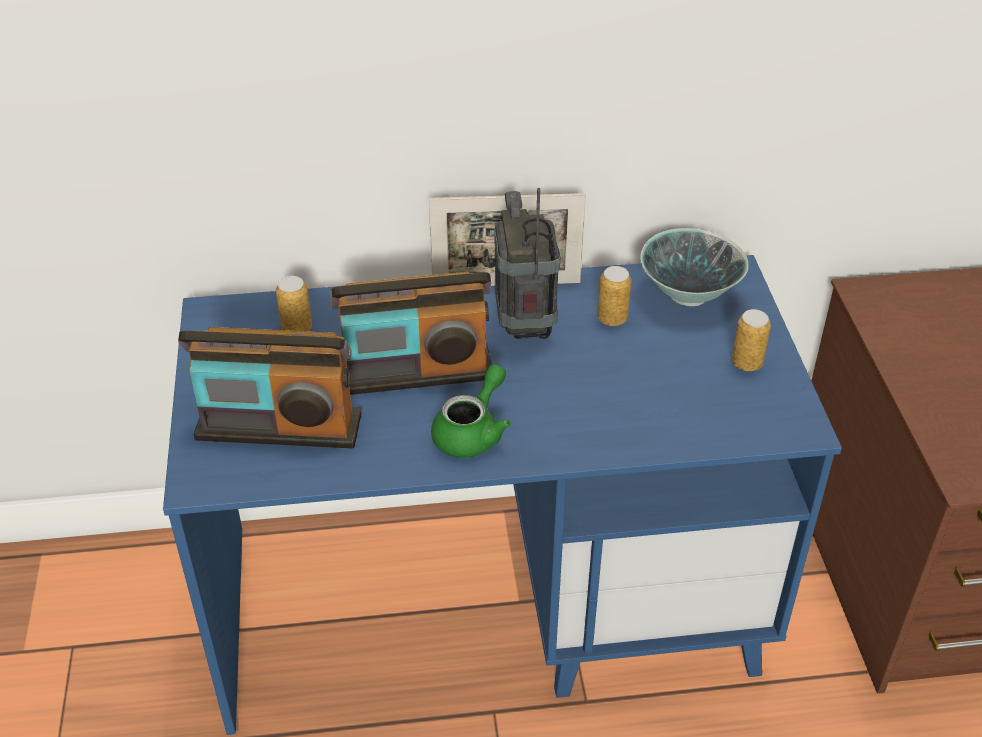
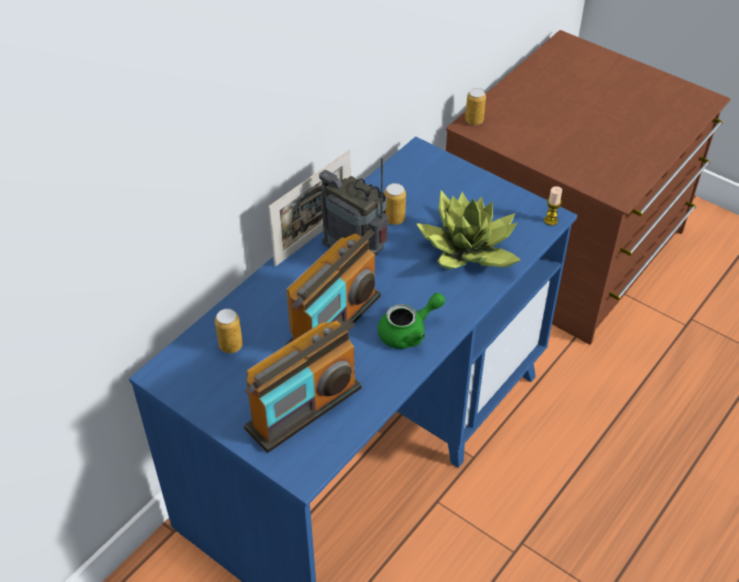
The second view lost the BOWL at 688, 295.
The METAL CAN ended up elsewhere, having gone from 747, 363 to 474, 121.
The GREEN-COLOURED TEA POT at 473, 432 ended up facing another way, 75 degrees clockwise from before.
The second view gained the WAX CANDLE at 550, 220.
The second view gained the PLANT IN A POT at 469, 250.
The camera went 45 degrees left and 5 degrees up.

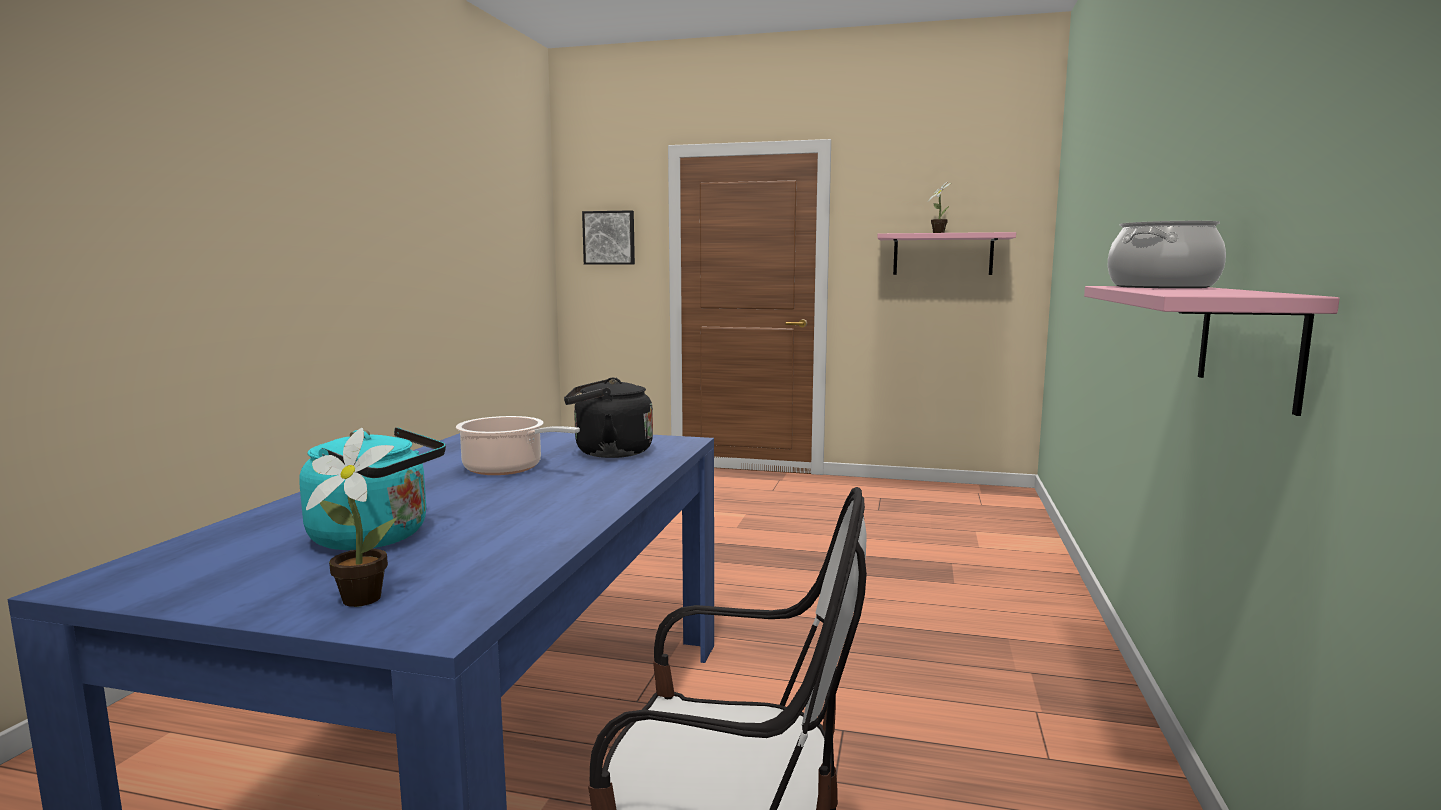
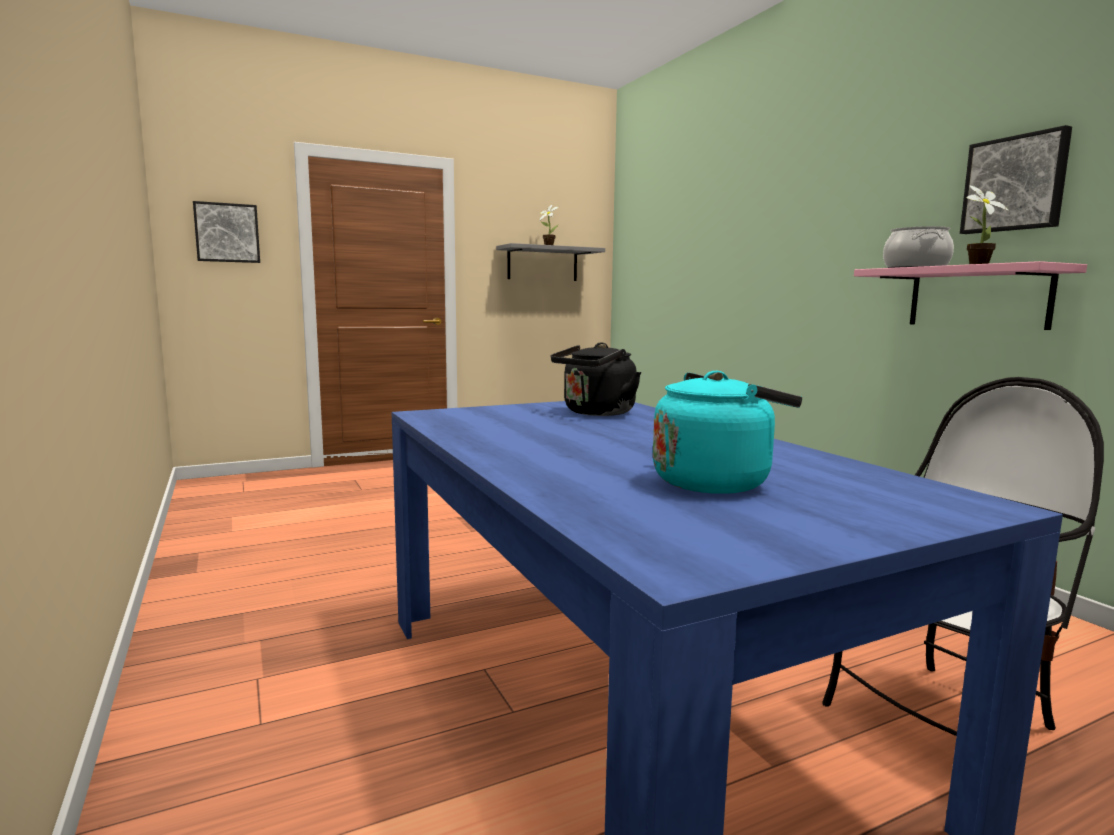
What was the PINK-COLOURED SHELF at 942, 254 turned into the GREYISH SHELF at 542, 264.
The second view lost the SAUCEPOT at 507, 469.
The PLANT IN A POT ended up elsewhere, having gone from 358, 597 to 975, 264.
The second view gained the PICTURE at 1015, 184.
The camera went 40 degrees left and 0 degrees up.

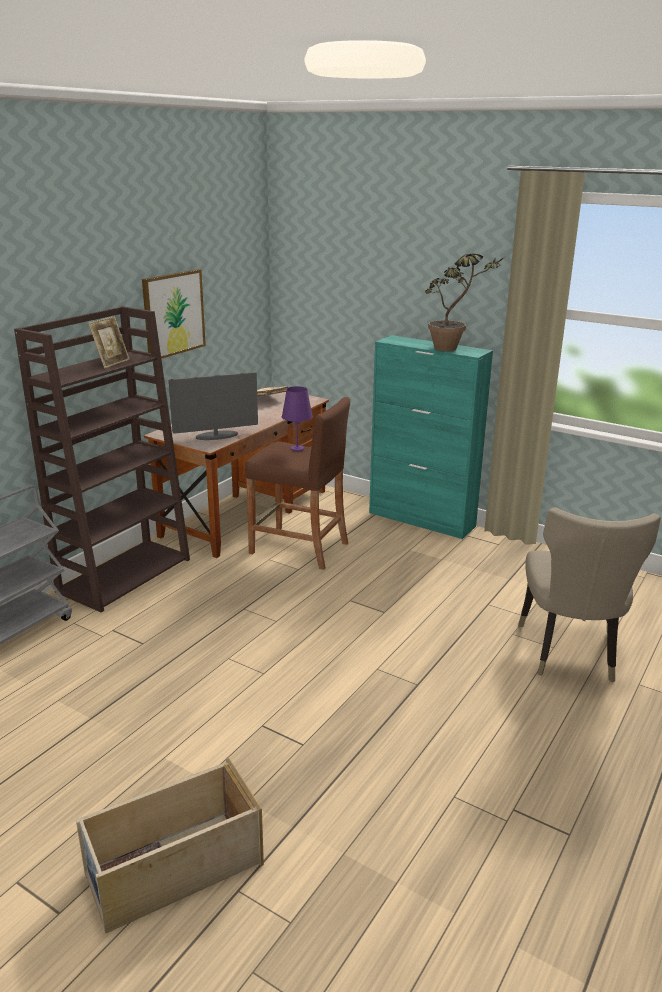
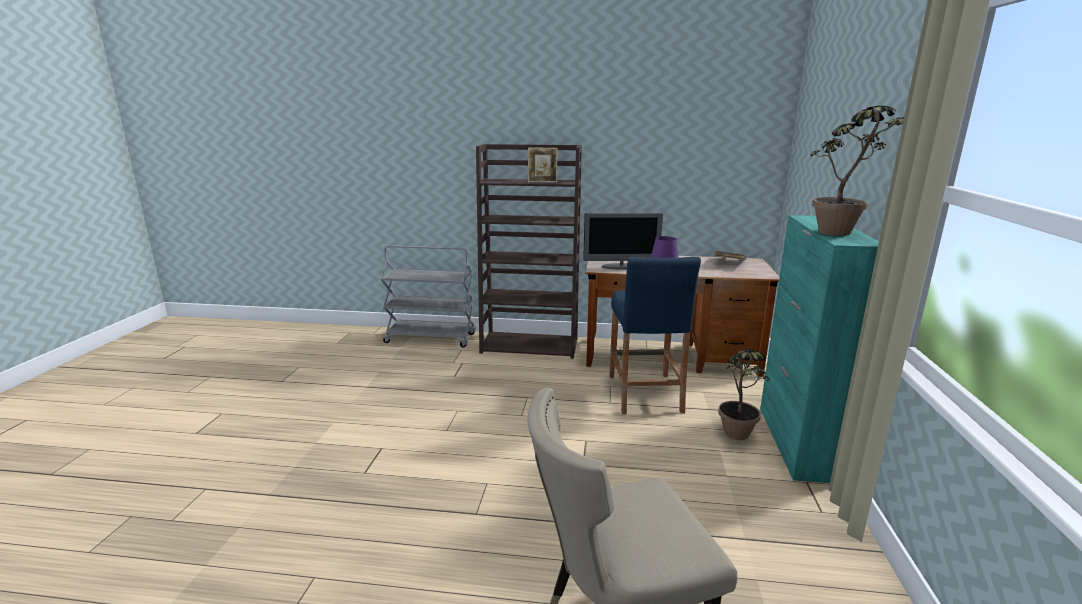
The second view lost the PICTURE at 173, 314.
The COMPUTER DISPLAY at 216, 436 ended up facing another way, 135 degrees clockwise from before.
What was the BROWNISH STOOL at 299, 548 turned into the BLUE-COLOURED STOOL at 644, 393.
The second view lost the BEIGE STORAGE BOX at 173, 869.
The second view gained the PLANT IN A POT at 736, 438.
The camera went 65 degrees right and 5 degrees down.

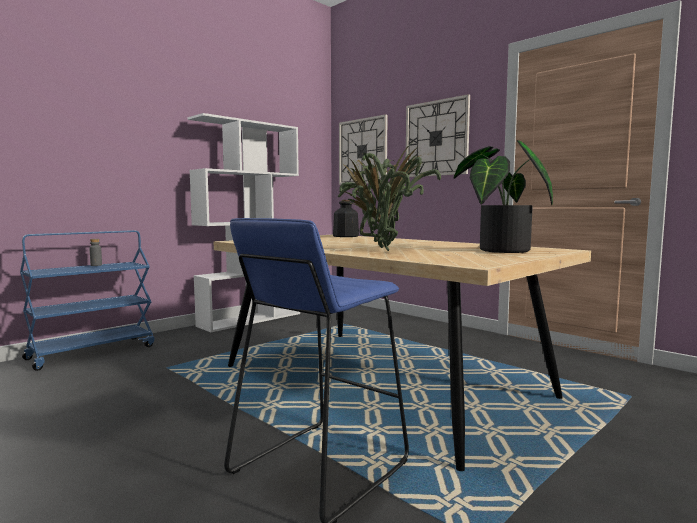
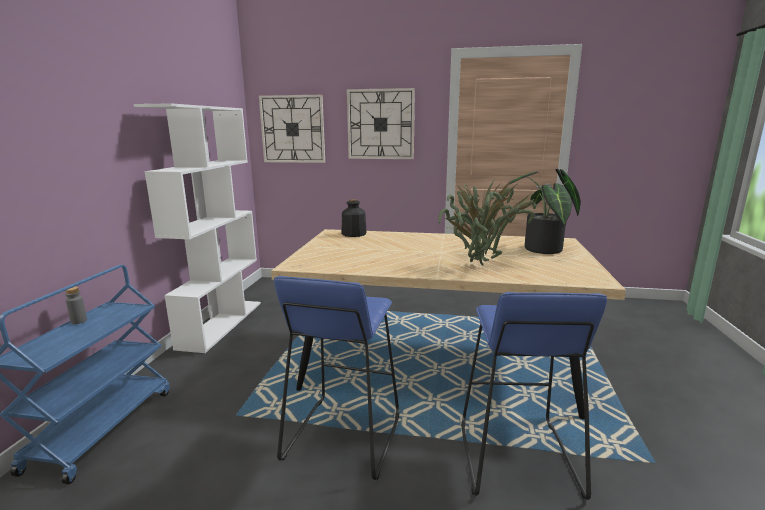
The second view gained the BLUE-COLOURED STOOL at 342, 437.
The camera went 35 degrees left and 10 degrees up.

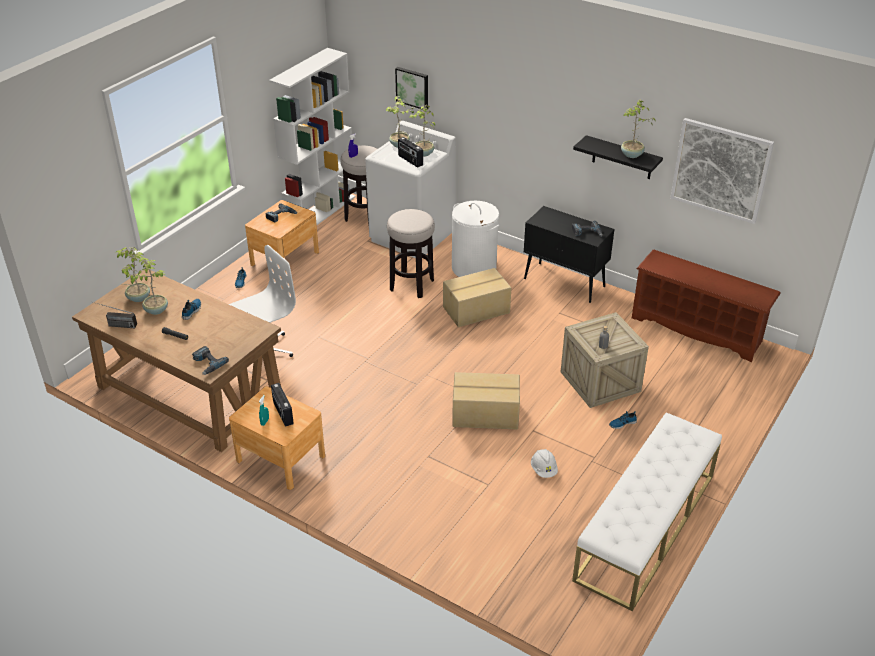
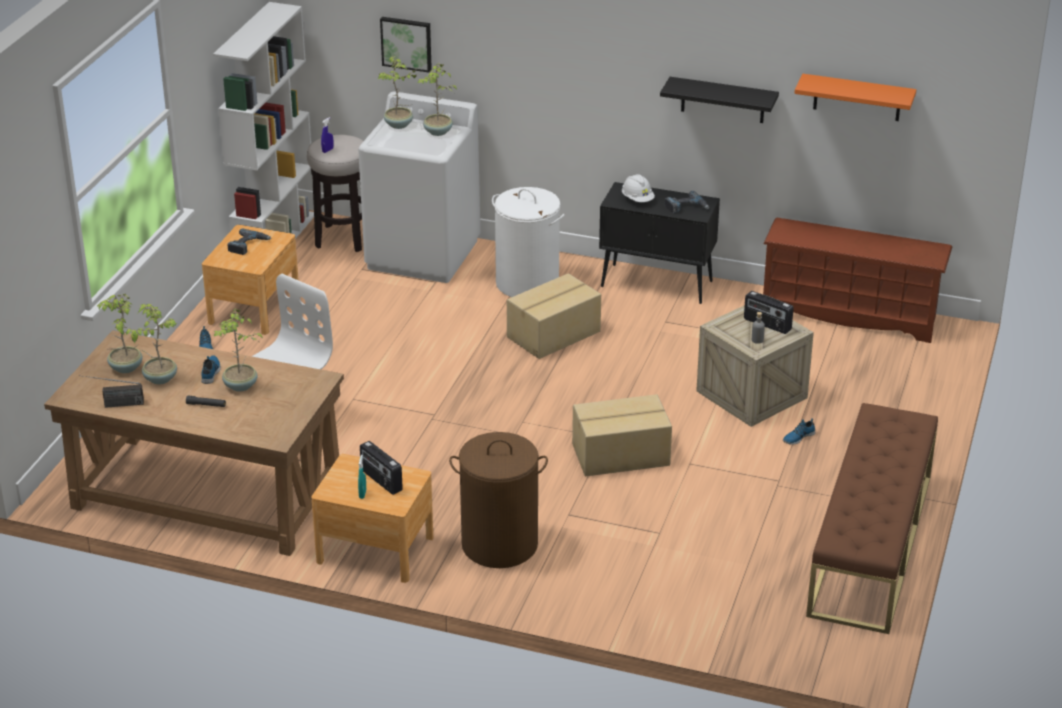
The PLANT IN A POT ended up elsewhere, having gone from 631, 155 to 240, 386.
Where the PICTURE hung at 720, 170, the ORANGE SHELF came to hang at 857, 98.
The RADIO ended up elsewhere, having gone from 410, 160 to 767, 325.
The second view lost the STOOL at 412, 285.
The second view lost the DRILL at 207, 364.
What was the WHITISH LONG SEAT at 645, 527 turned into the BROWNISH LONG SEAT at 871, 545.
The WHITISH WORK HELMET ended up elsewhere, having gone from 543, 469 to 637, 199.
The second view gained the BROWNISH LAUNDRY BASKET at 499, 545.
The camera went 15 degrees left and 5 degrees down.

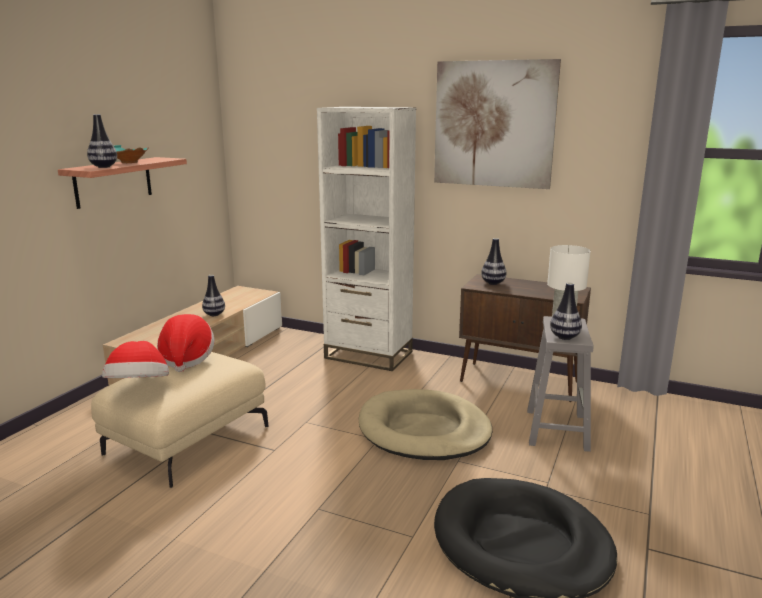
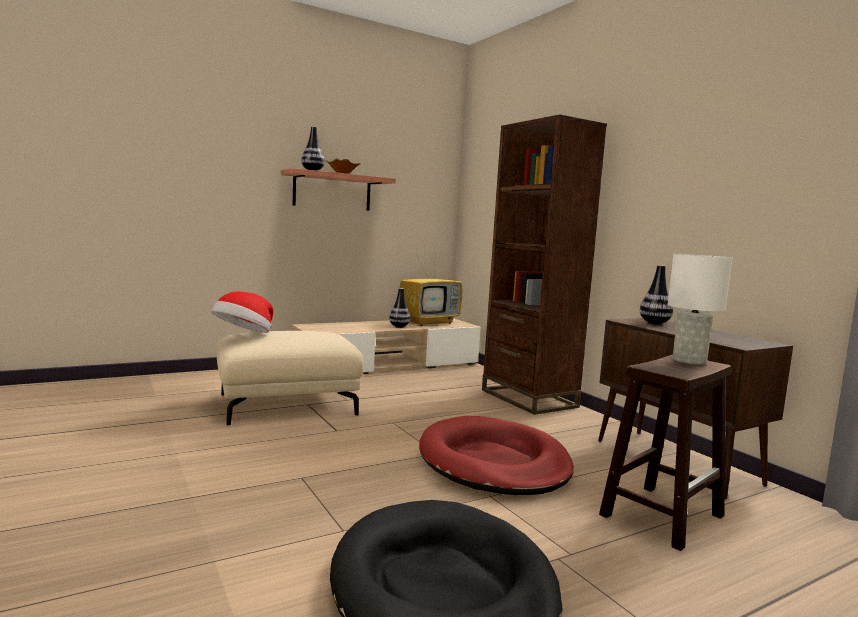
The second view lost the PICTURE at 494, 124.
What was the WHITISH BOOKSHELF at 368, 355 turned into the BROWNISH BOOKSHELF at 528, 398.
The second view lost the DECORATIVE VASE at 564, 337.
The second view lost the WEARABLE HAT at 186, 359.
What was the GREYISH STOOL at 556, 429 turned into the BROWNISH STOOL at 662, 514.
What was the BEIGE PET BED at 424, 430 turned into the RED PET BED at 493, 462.
The second view gained the TV SET at 429, 322.
The camera went 35 degrees right and 10 degrees down.

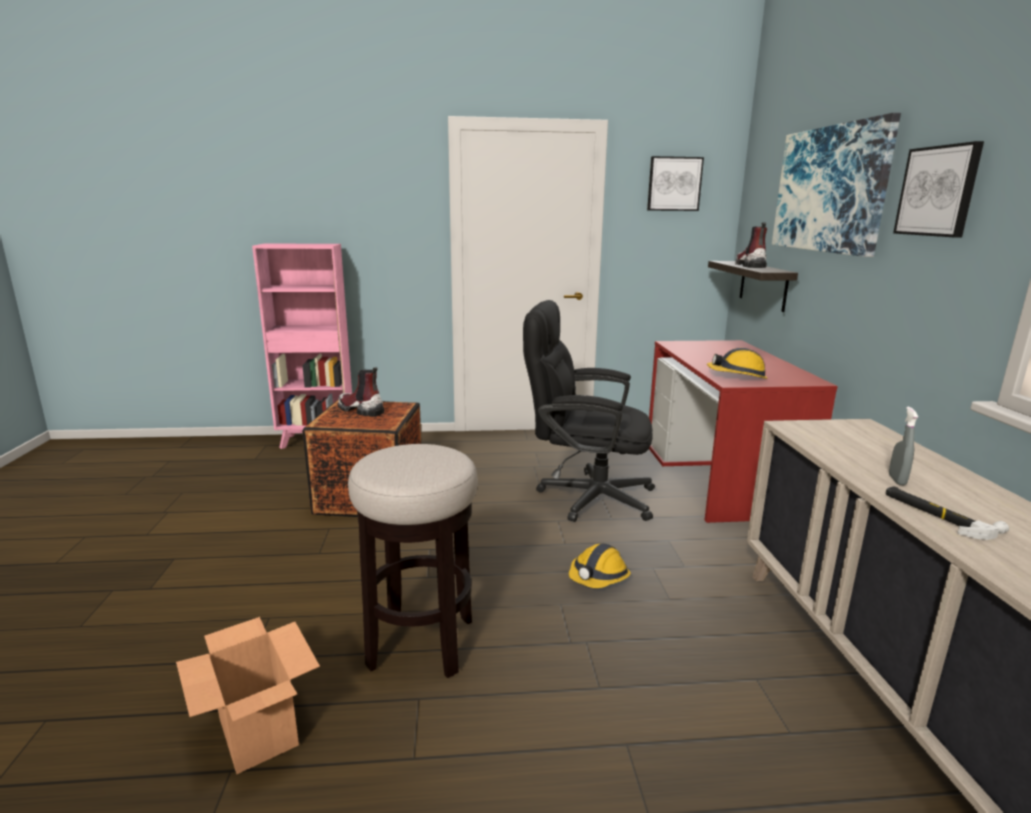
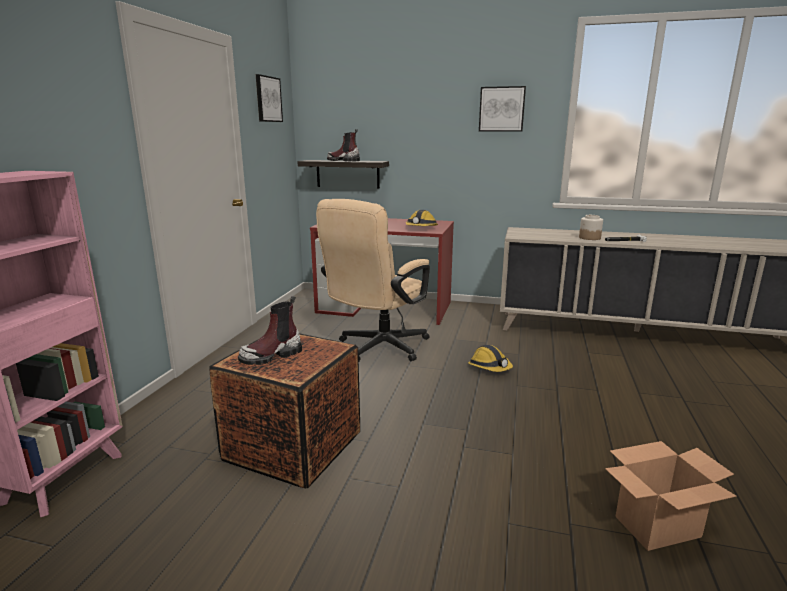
The second view lost the PICTURE at 829, 189.
What was the BLACK DESK CHAIR at 585, 496 turned into the BEIGE DESK CHAIR at 377, 349.
Where the GREYISH SPRAYER stood at 897, 480, the STORAGE JAR came to stand at 589, 238.
The second view lost the STOOL at 421, 643.
The camera went 70 degrees left and 0 degrees up.

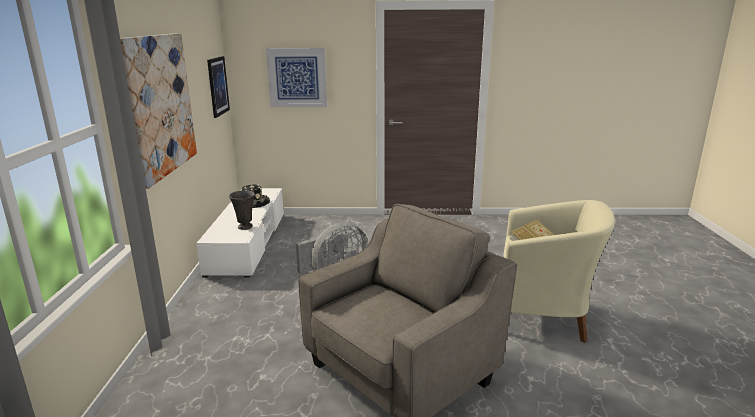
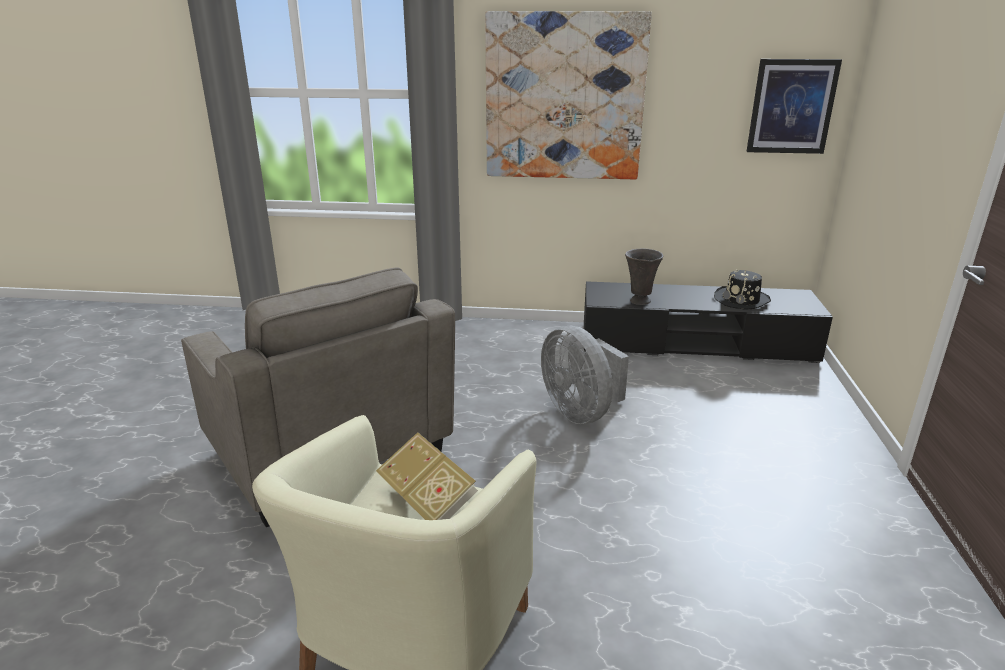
The second view lost the PICTURE at 297, 77.
What was the WHITISH MEDIA CONSOLE at 248, 242 turned into the BLACK MEDIA CONSOLE at 695, 343.
The camera went 95 degrees right and 5 degrees up.

